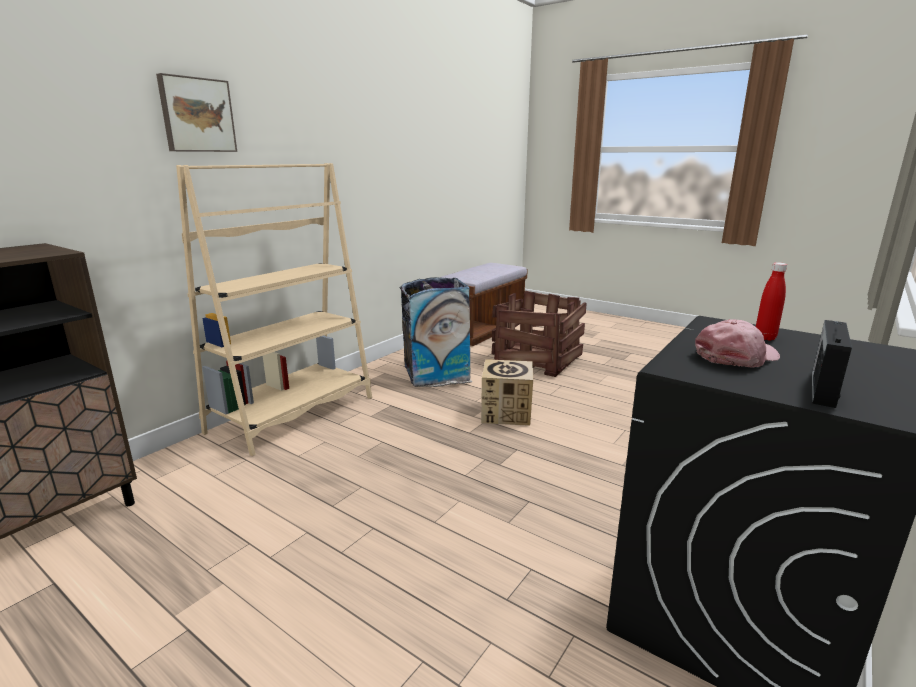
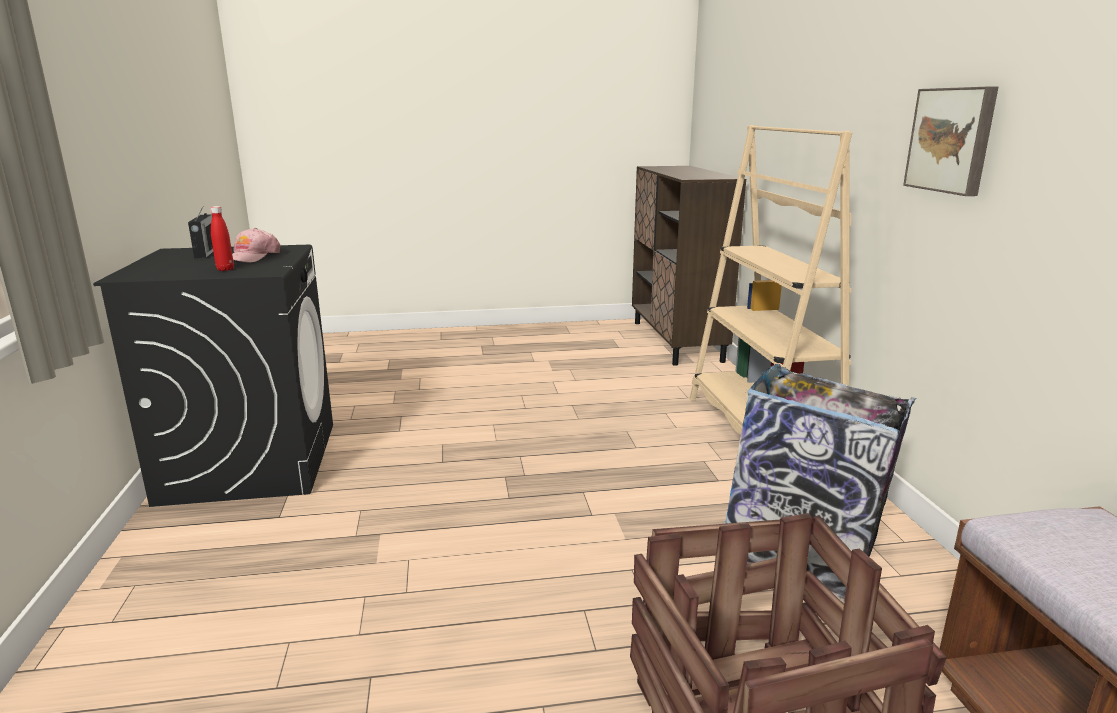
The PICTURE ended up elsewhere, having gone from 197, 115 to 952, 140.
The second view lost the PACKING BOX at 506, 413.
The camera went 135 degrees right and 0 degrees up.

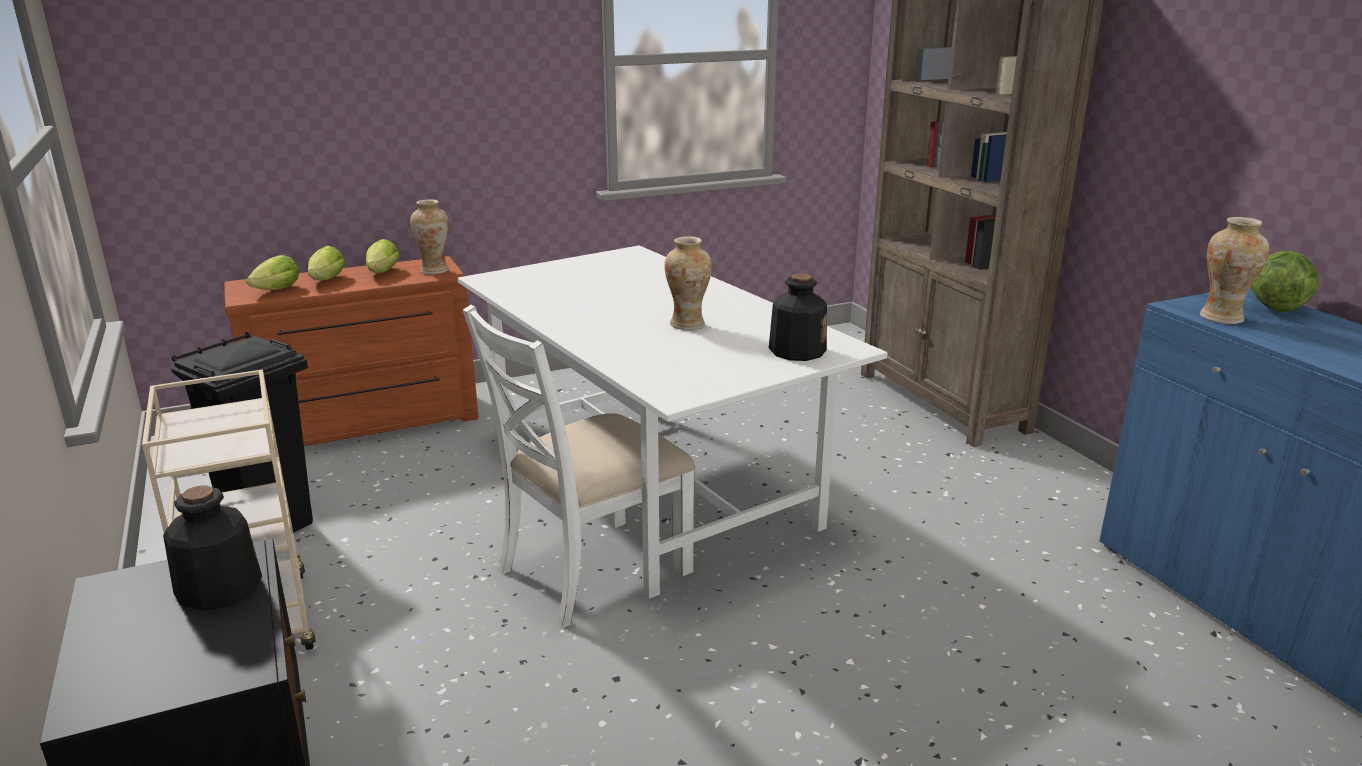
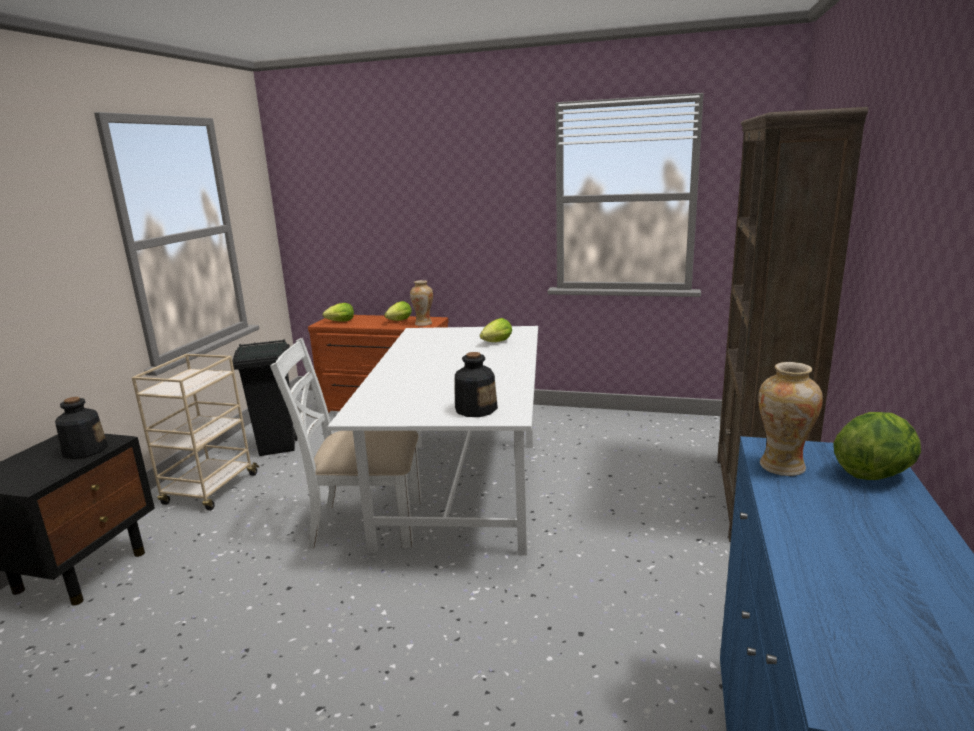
The second view lost the DECORATIVE VASE at 687, 324.
The LETTUCE HEAD ended up elsewhere, having gone from 325, 281 to 495, 343.
The camera went 40 degrees right and 5 degrees down.

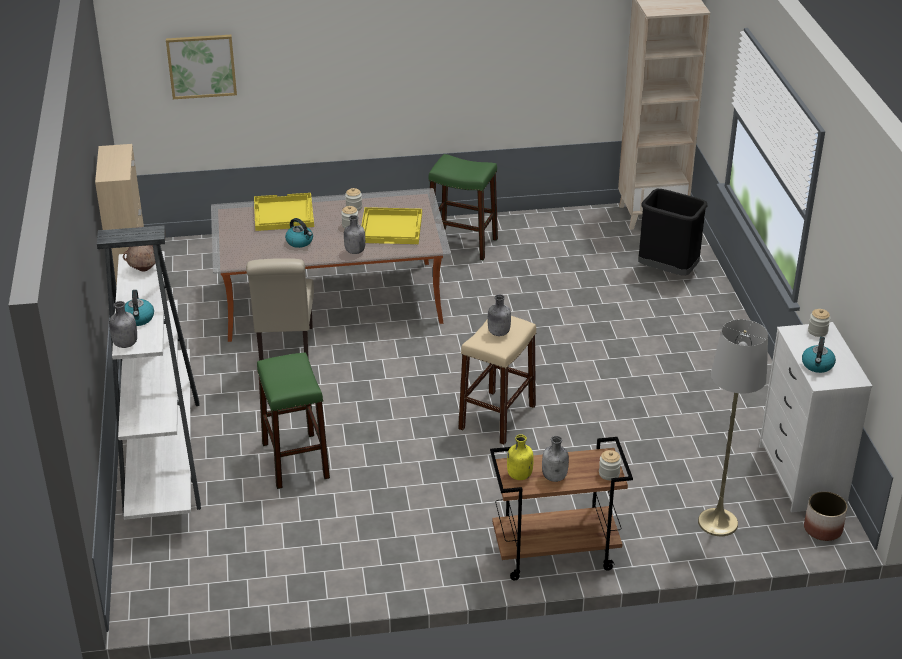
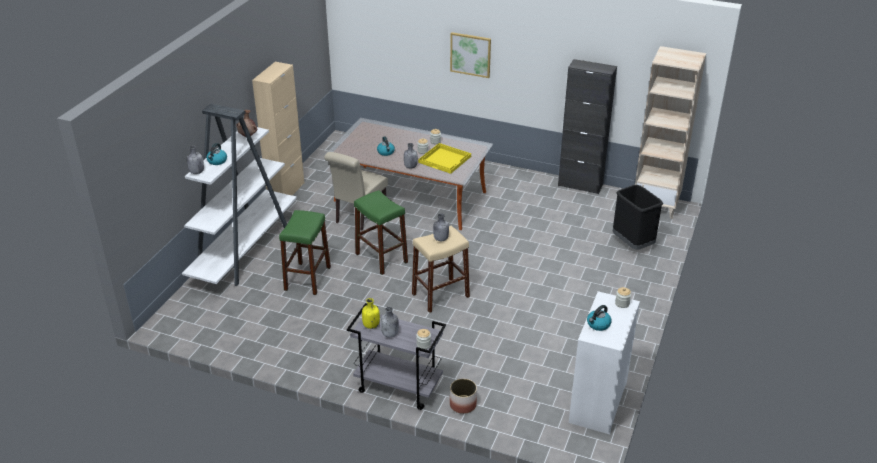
The PICTURE ended up elsewhere, having gone from 201, 66 to 470, 54.
The GREEN-COLOURED STOOL ended up elsewhere, having gone from 462, 244 to 381, 258.
The second view lost the YELLOW-COLOURED TRAY at 283, 214.
The second view lost the GREYISH STANDARD LAMP at 718, 522.
What was the BROWNISH WHEELED CART at 554, 554 turned into the GREYISH WHEELED CART at 397, 387.
The PLANTER ended up elsewhere, having gone from 822, 529 to 462, 404.
The second view gained the BLACK CABINET at 580, 185.
The camera went 30 degrees right and 0 degrees up.

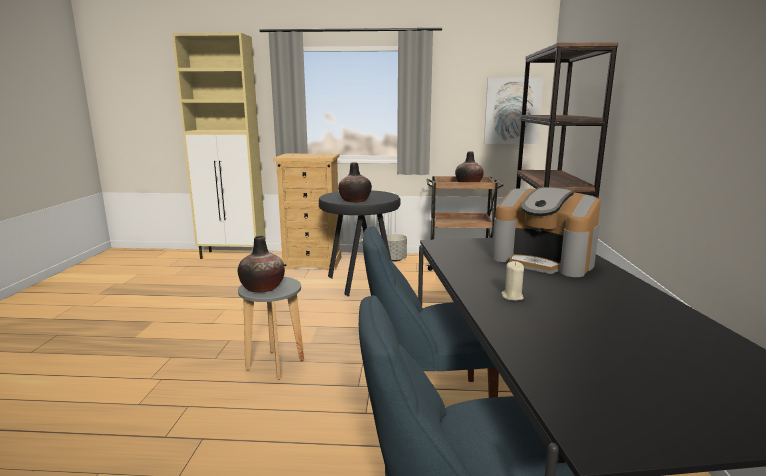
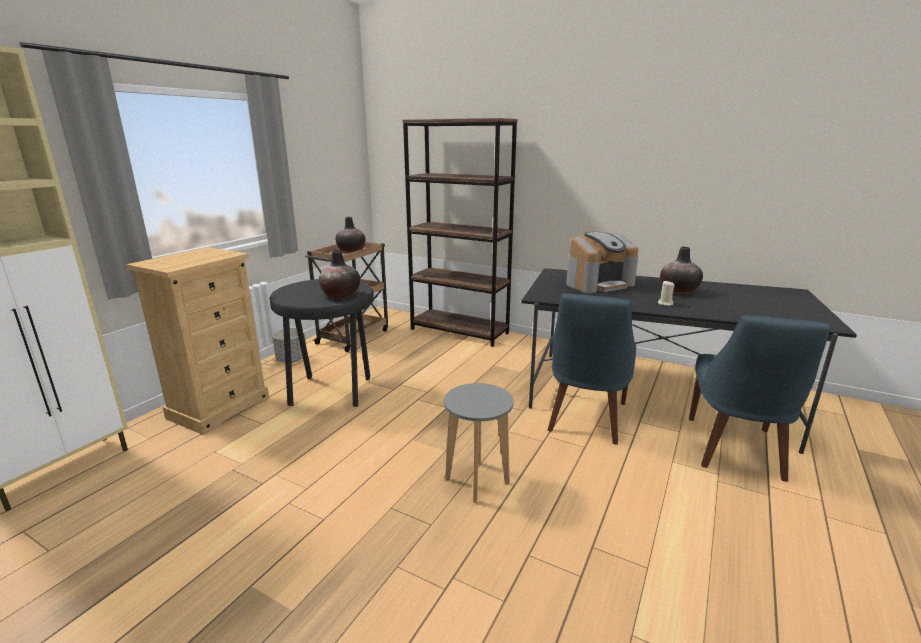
The second view lost the PICTURE at 512, 111.
The DECORATIVE VASE ended up elsewhere, having gone from 262, 288 to 678, 291.
The camera went 65 degrees left and 5 degrees up.

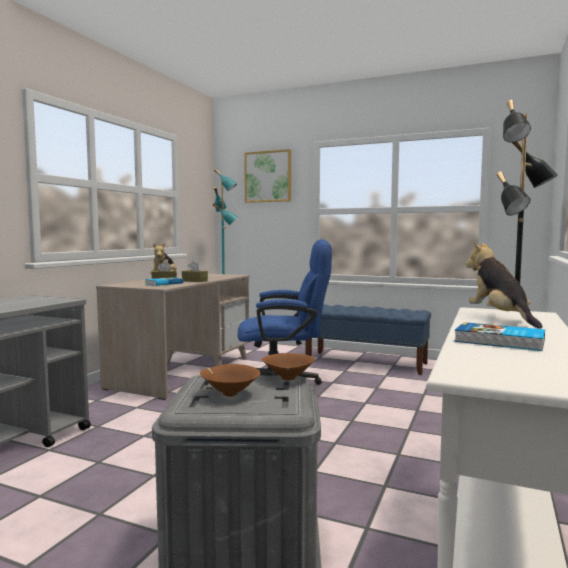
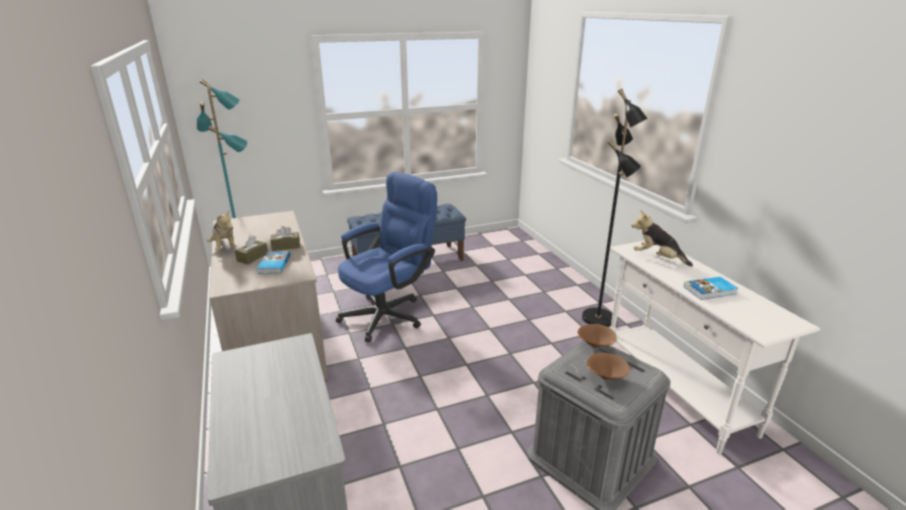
The second view lost the PICTURE at 268, 176.
The camera went 45 degrees left and 20 degrees up.

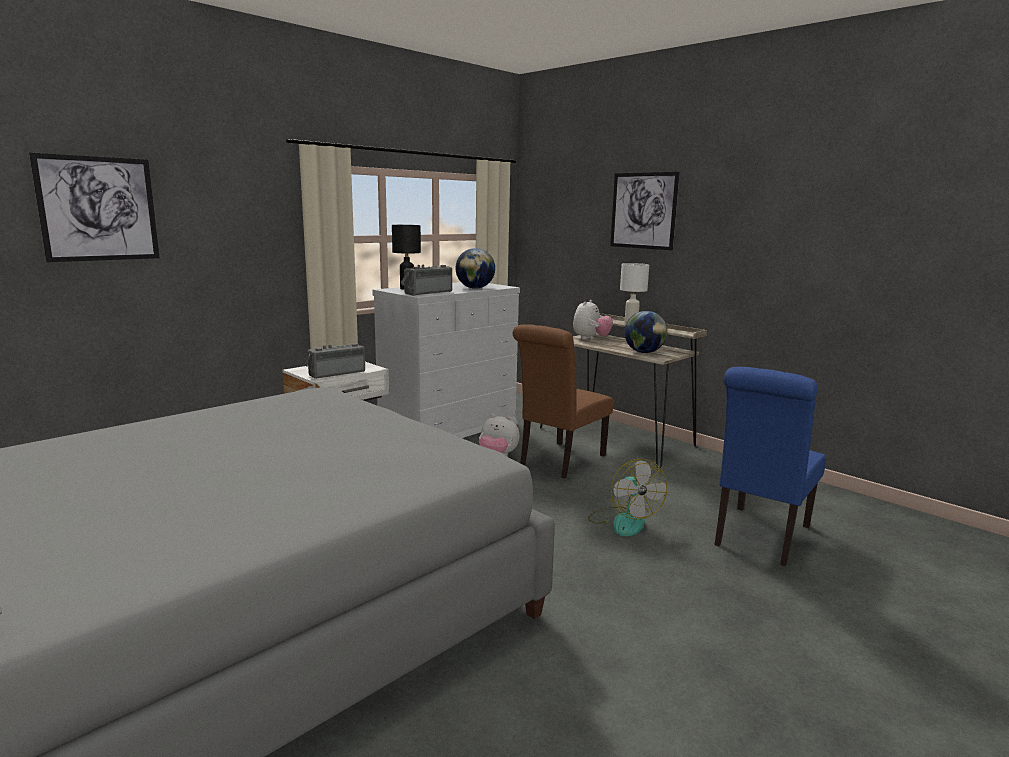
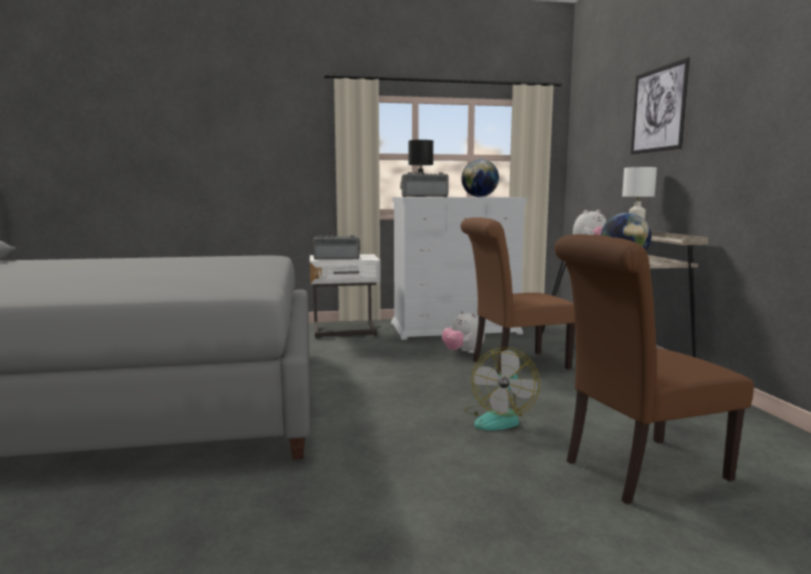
The second view lost the PICTURE at 98, 209.
What was the BLUE-COLOURED CHAIR at 759, 538 turned into the BROWNISH CHAIR at 637, 471.
The camera went 35 degrees right and 5 degrees down.

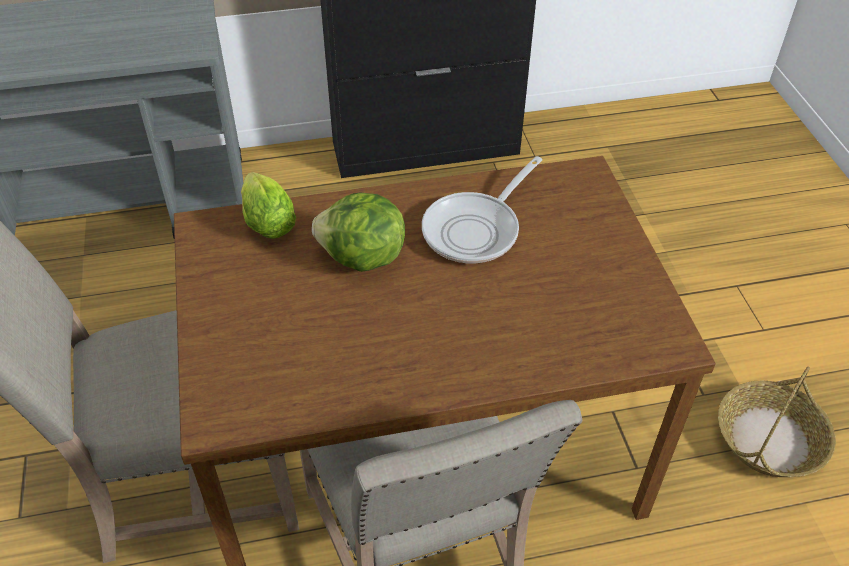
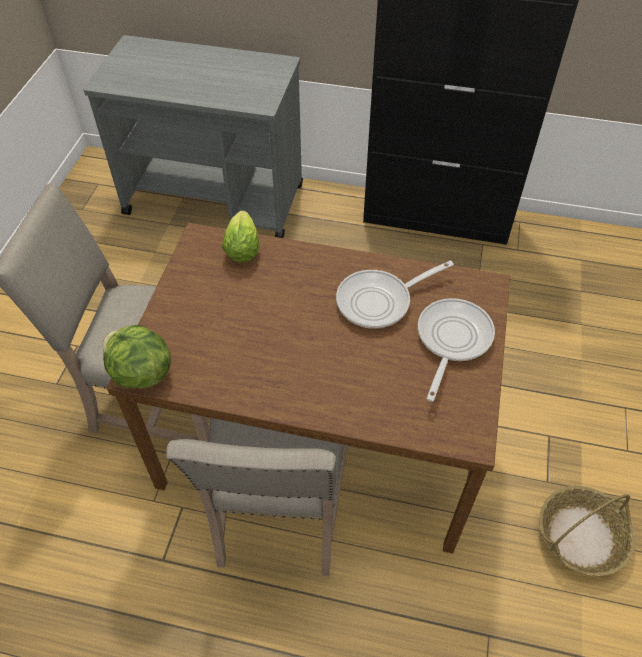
The LETTUCE HEAD ended up elsewhere, having gone from 362, 258 to 140, 373.
The second view gained the SKILLET at 451, 340.
The camera went 25 degrees right and 5 degrees up.

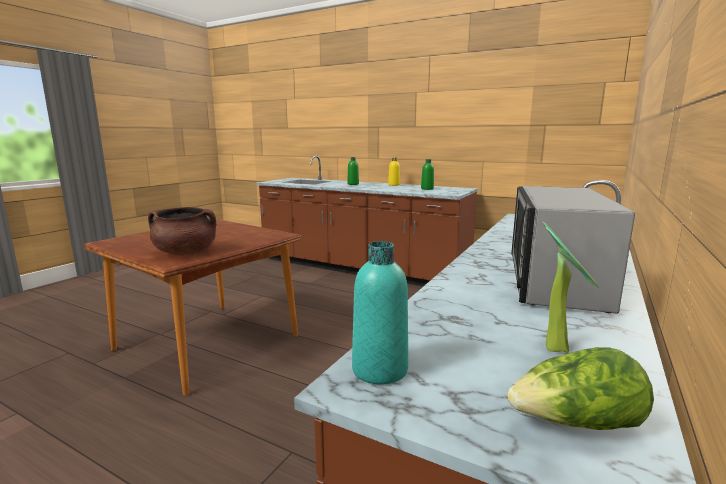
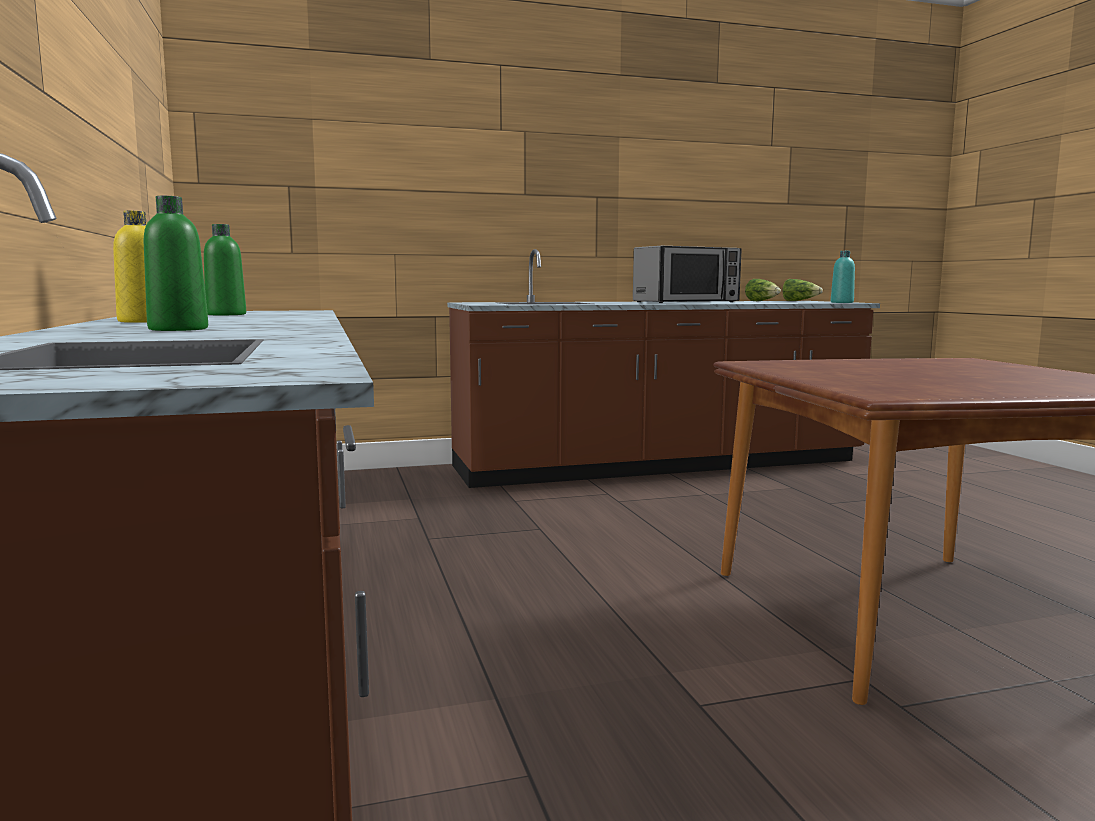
The second view lost the BROWNISH SAUCEPOT at 186, 252.
Where the PLANT IN A POT stood at 559, 347, the LETTUCE HEAD came to stand at 762, 301.
The camera went 135 degrees left and 5 degrees down.

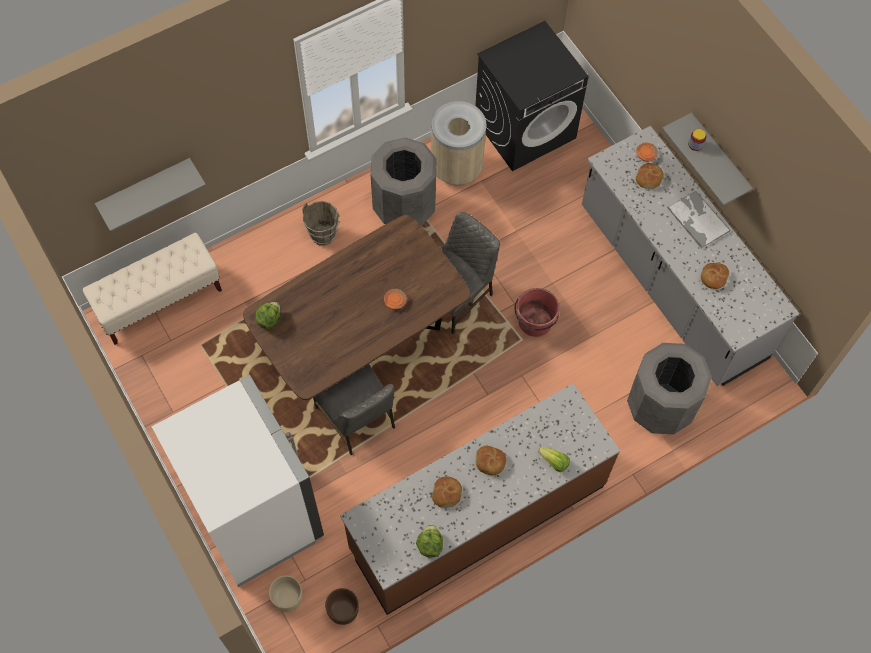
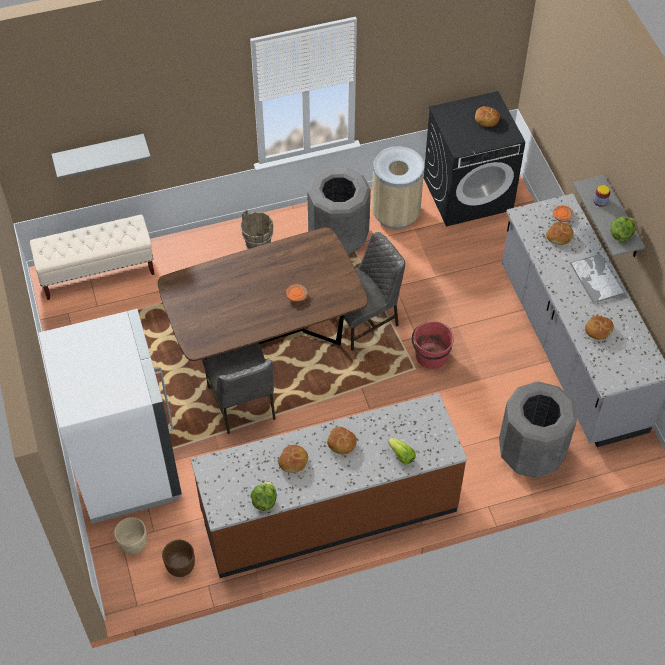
The LETTUCE HEAD ended up elsewhere, having gone from 269, 320 to 621, 235.
The second view gained the BAKERY BREAD at 486, 120.
The camera went 15 degrees right and 10 degrees down.

